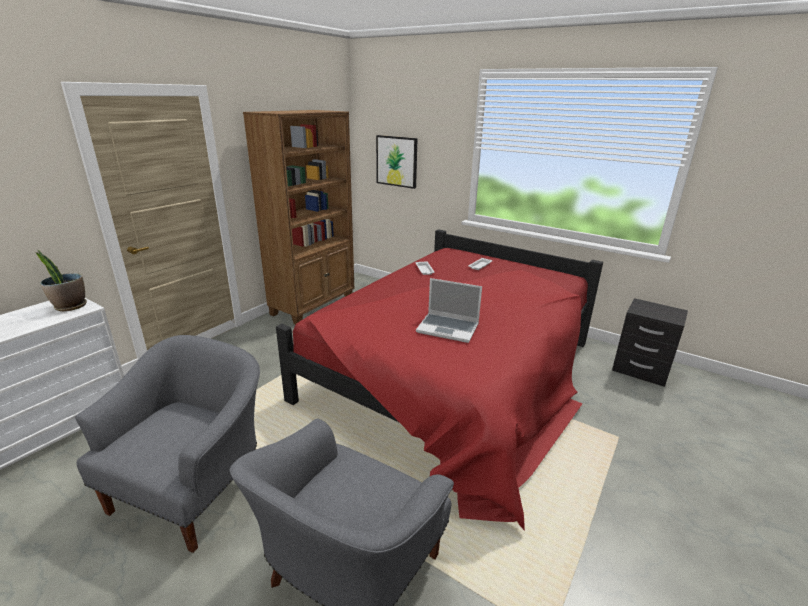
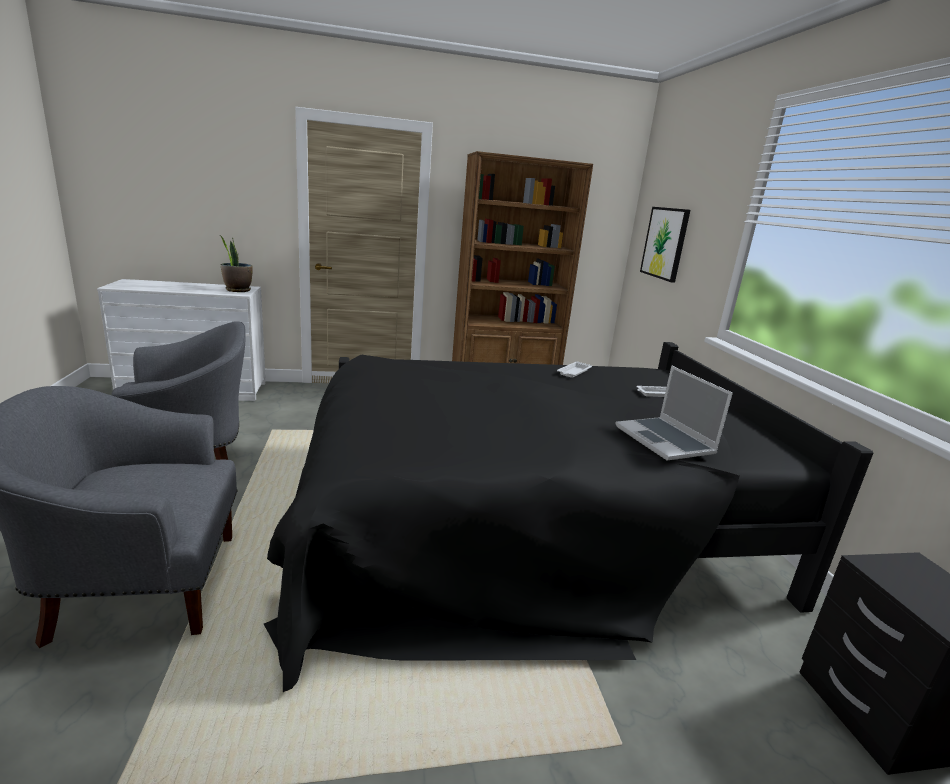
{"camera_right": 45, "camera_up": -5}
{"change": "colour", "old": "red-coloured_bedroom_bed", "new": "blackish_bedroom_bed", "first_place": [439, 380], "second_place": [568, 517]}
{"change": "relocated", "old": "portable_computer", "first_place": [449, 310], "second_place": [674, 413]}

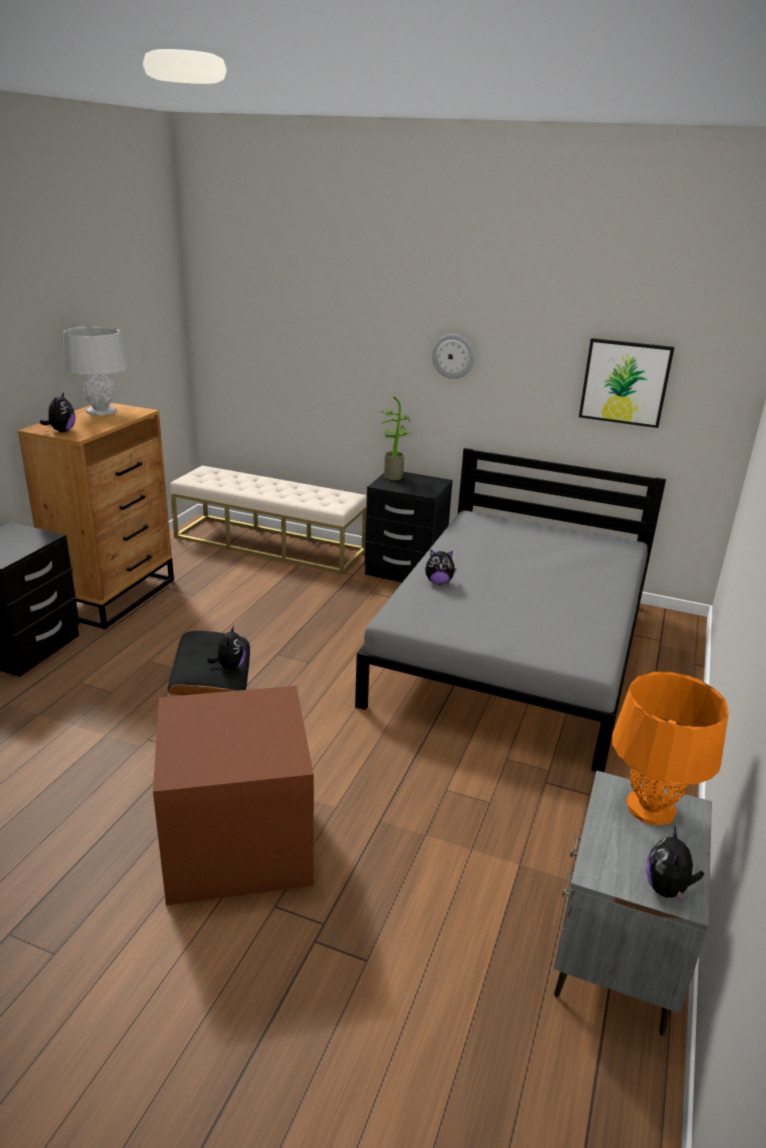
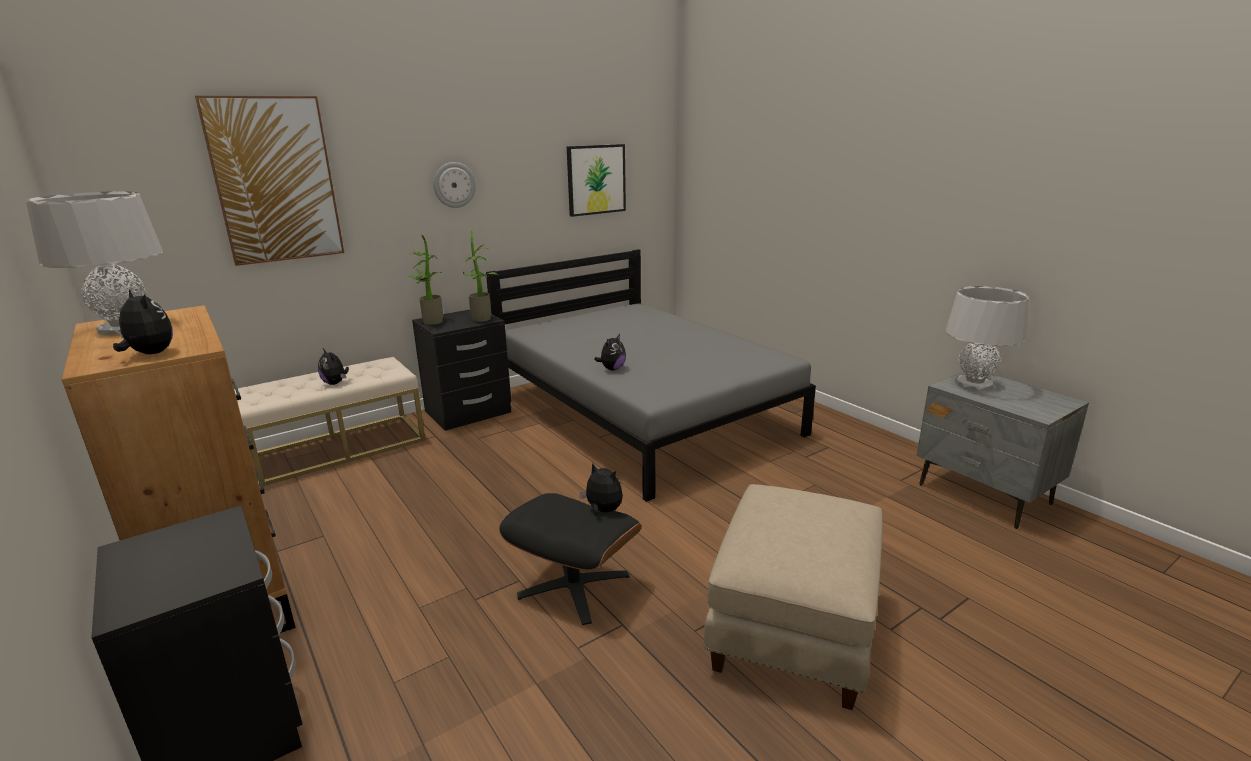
{"camera_right": -55, "camera_up": -5}
{"change": "colour", "old": "orange-coloured_tabletop_lamp", "new": "grey_tabletop_lamp", "first_place": [670, 748], "second_place": [987, 338]}
{"change": "exchanged", "old": "brown-coloured_storage_bin", "new": "sand-coloured_footrest", "first_place": [233, 795], "second_place": [793, 597]}
{"change": "relocated", "old": "cuddly_toy", "first_place": [675, 865], "second_place": [333, 367]}
{"change": "appeared", "new": "picture", "second_place": [269, 181]}
{"change": "appeared", "new": "potted_plant", "second_place": [481, 276]}

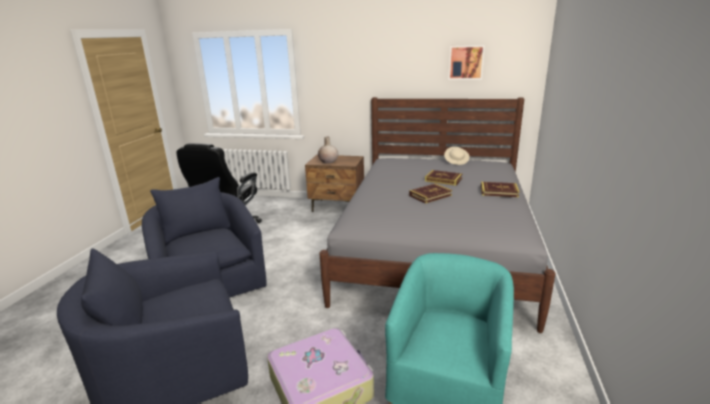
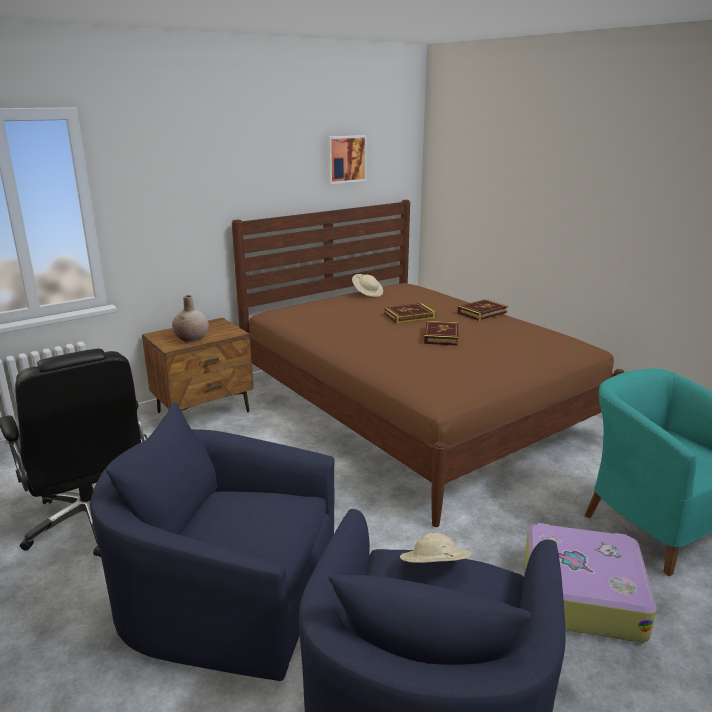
{"camera_right": -50, "camera_up": 0}
{"change": "colour", "old": "grey_bedroom_bed", "new": "brown-coloured_bedroom_bed", "first_place": [437, 215], "second_place": [428, 363]}
{"change": "appeared", "new": "sand-coloured_hat", "second_place": [435, 548]}

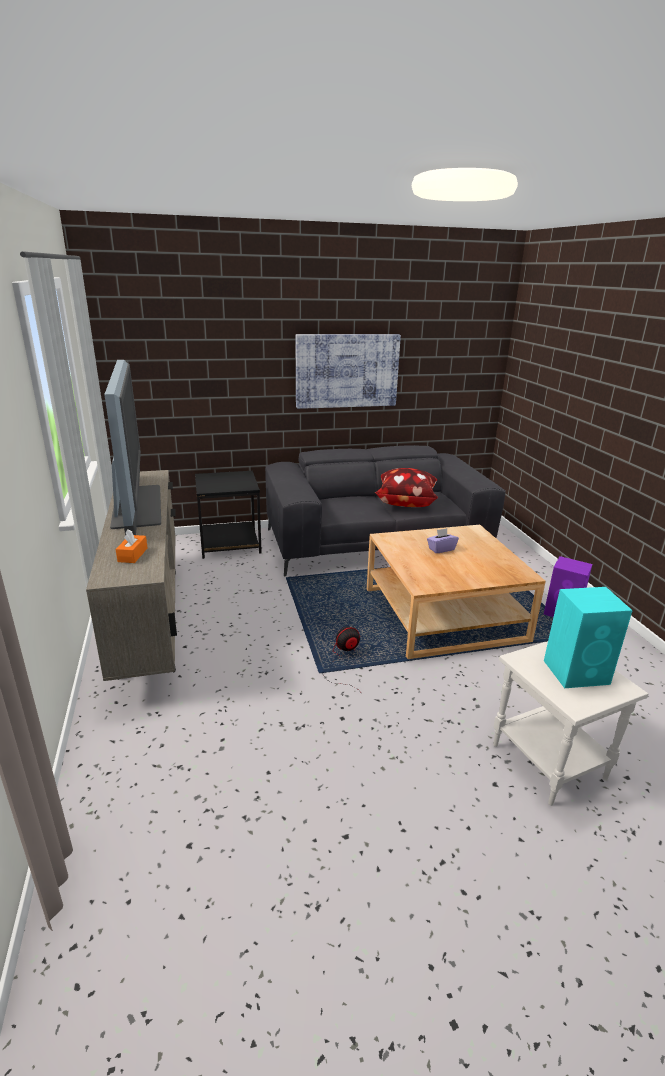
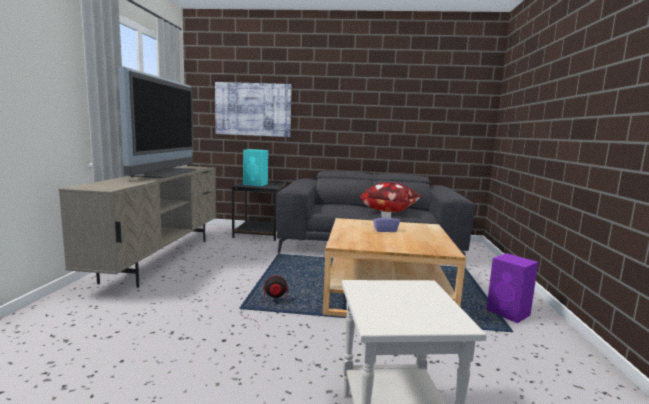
{"camera_right": 20, "camera_up": -15}
{"change": "relocated", "old": "picture", "first_place": [348, 371], "second_place": [253, 109]}
{"change": "missing", "old": "orange-coloured_box_of_tissues", "first_place": [132, 546]}
{"change": "relocated", "old": "turquoise-coloured_audio_speaker", "first_place": [588, 637], "second_place": [255, 167]}

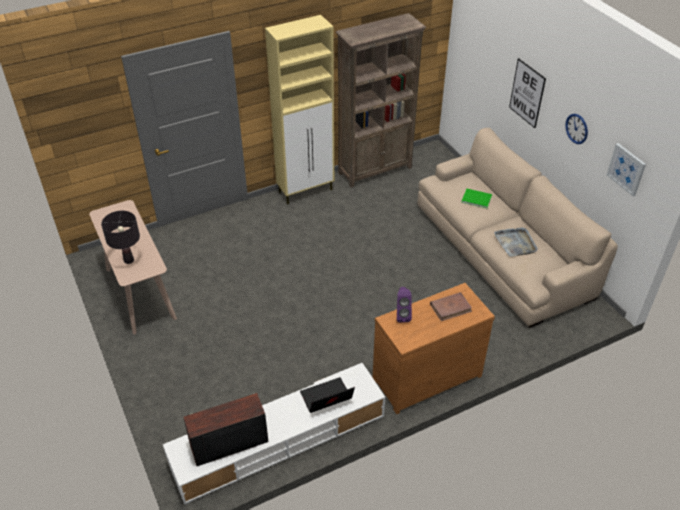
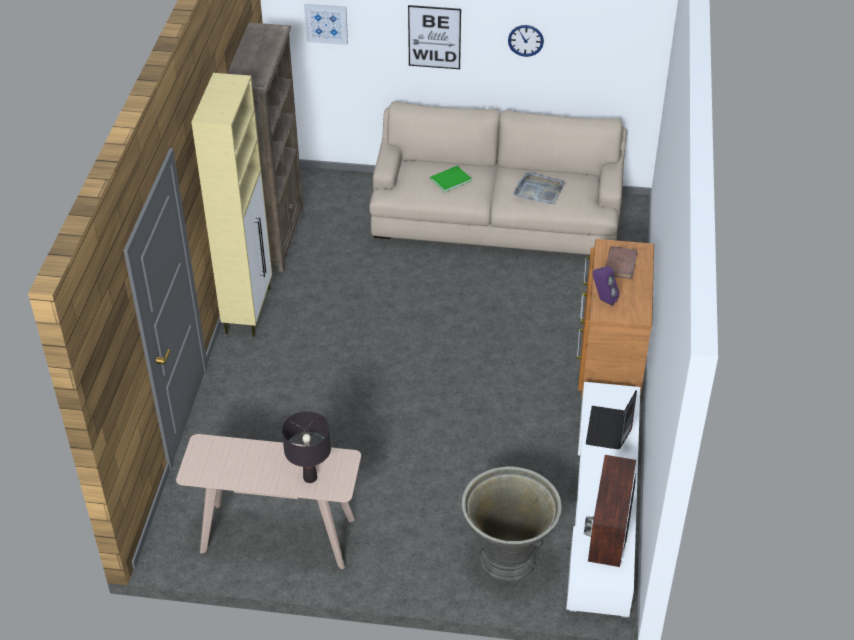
{"camera_right": -55, "camera_up": 0}
{"change": "relocated", "old": "picture", "first_place": [626, 169], "second_place": [326, 24]}
{"change": "appeared", "new": "grey_plant_pot", "second_place": [512, 523]}

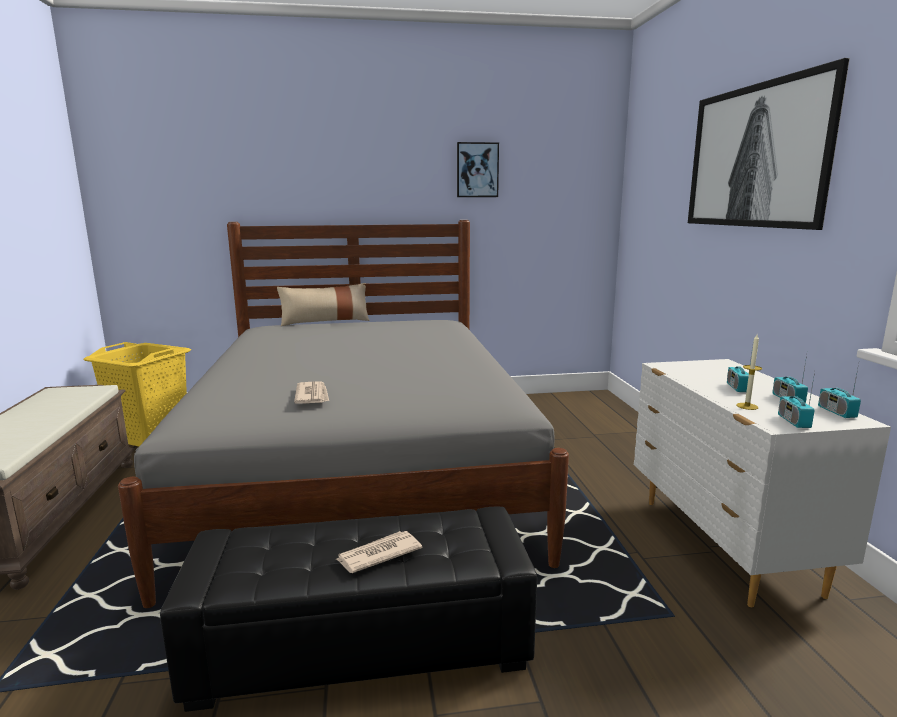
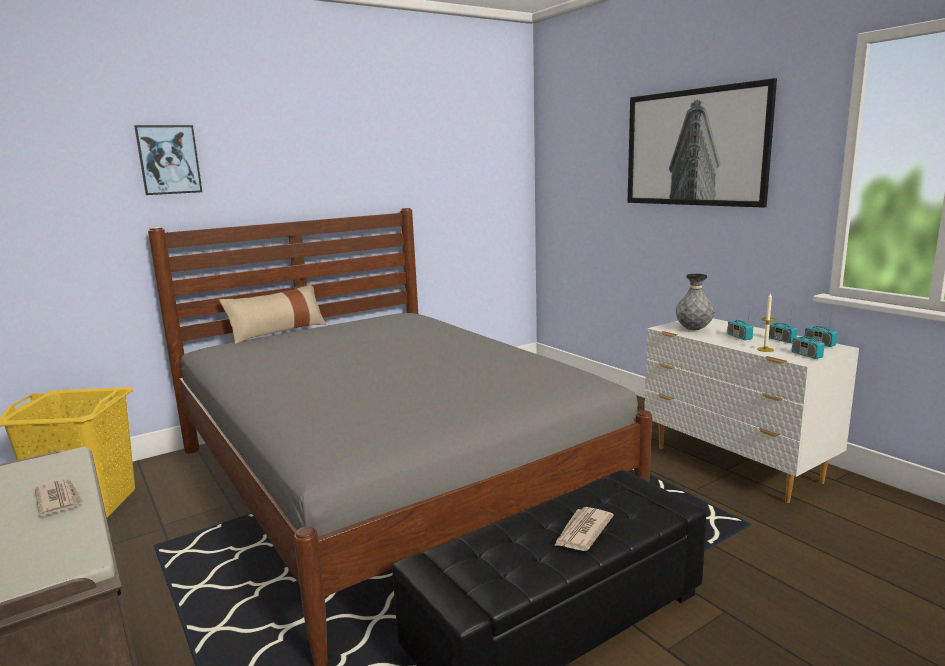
{"camera_right": -25, "camera_up": 0}
{"change": "relocated", "old": "picture", "first_place": [478, 169], "second_place": [168, 160]}
{"change": "relocated", "old": "newspaper", "first_place": [311, 393], "second_place": [59, 497]}
{"change": "appeared", "new": "grey_decorative_vase", "second_place": [695, 302]}

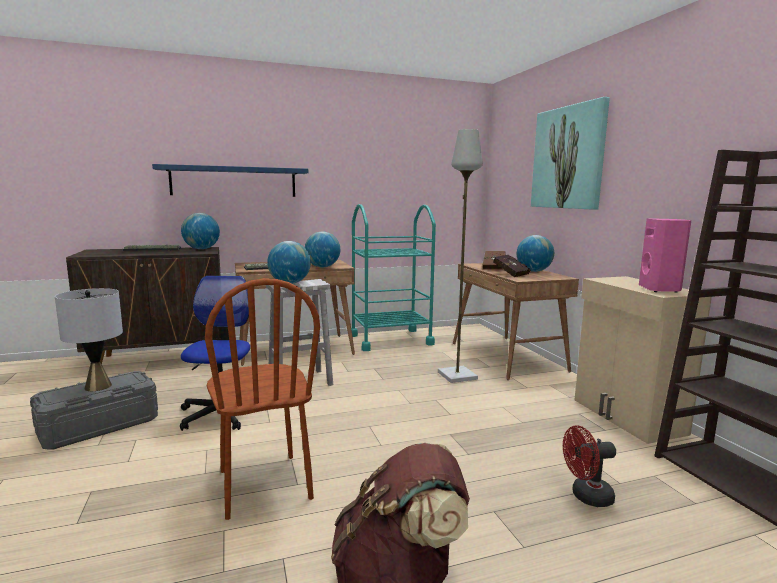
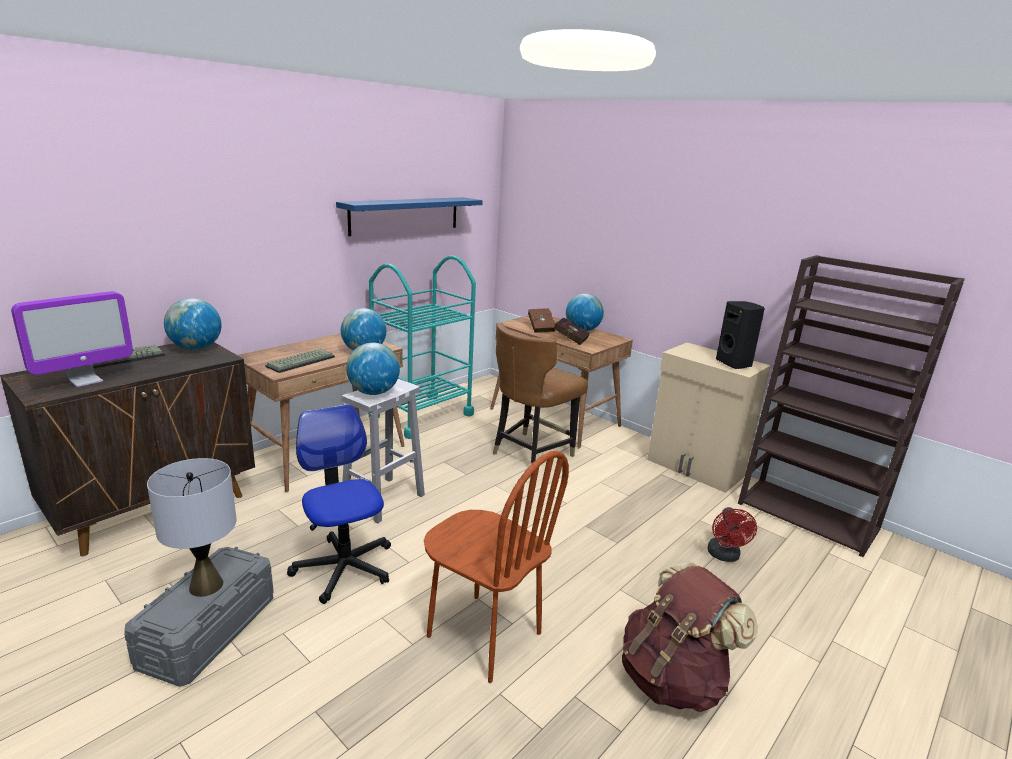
{"camera_right": -30, "camera_up": 10}
{"change": "missing", "old": "picture", "first_place": [570, 153]}
{"change": "exchanged", "old": "grey_standard_lamp", "new": "brown-coloured_upright_chair", "first_place": [460, 256], "second_place": [540, 393]}
{"change": "relocated", "old": "bluish_wall_shelf", "first_place": [230, 180], "second_place": [409, 216]}
{"change": "colour", "old": "pinkish_audio_speaker", "new": "blackish_audio_speaker", "first_place": [665, 255], "second_place": [740, 335]}
{"change": "spun", "old": "red-coloured_cooling_fan", "first_place": [589, 466], "second_place": [732, 534], "degrees": -45}
{"change": "appeared", "new": "monitor", "second_place": [72, 339]}

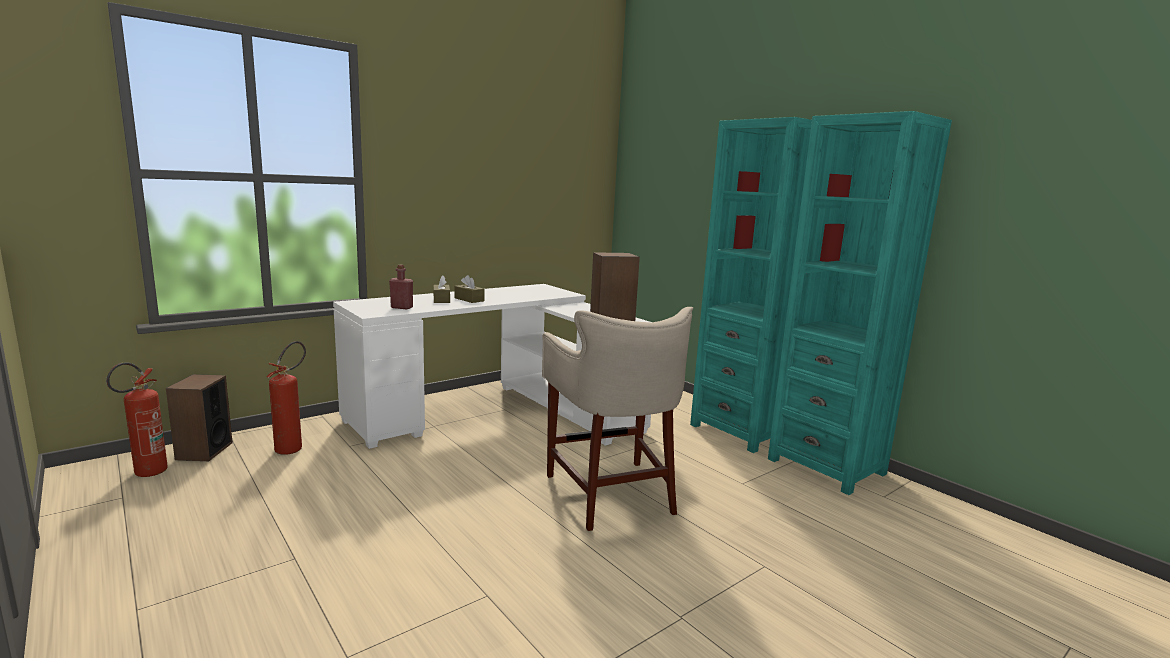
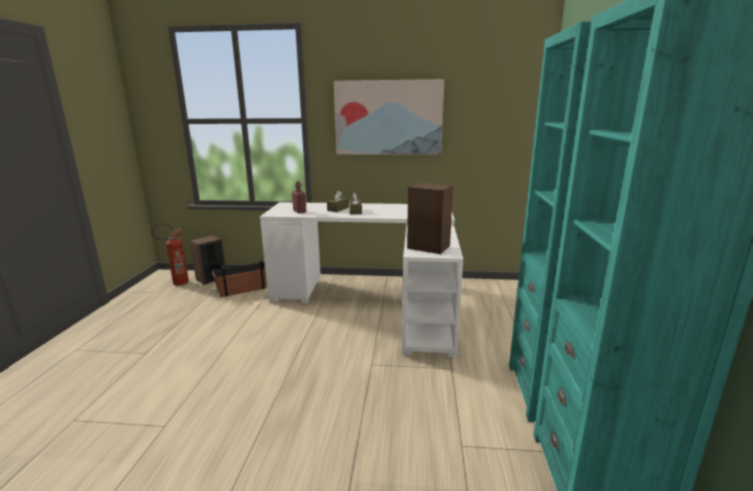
{"camera_right": 45, "camera_up": 5}
{"change": "missing", "old": "sand-coloured_stool_seat", "first_place": [617, 419]}
{"change": "exchanged", "old": "extinguisher", "new": "plant_pot", "first_place": [286, 398], "second_place": [239, 278]}
{"change": "appeared", "new": "picture", "second_place": [389, 117]}

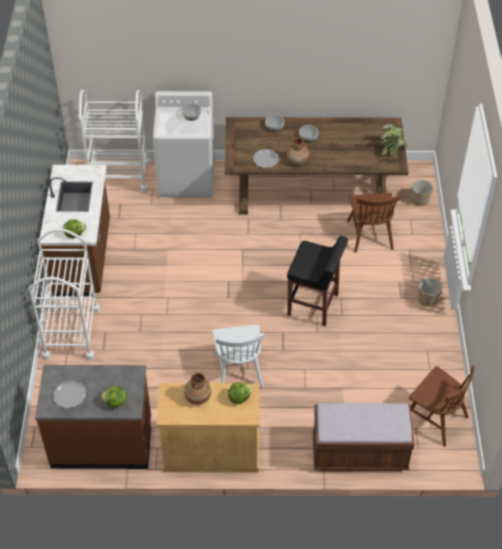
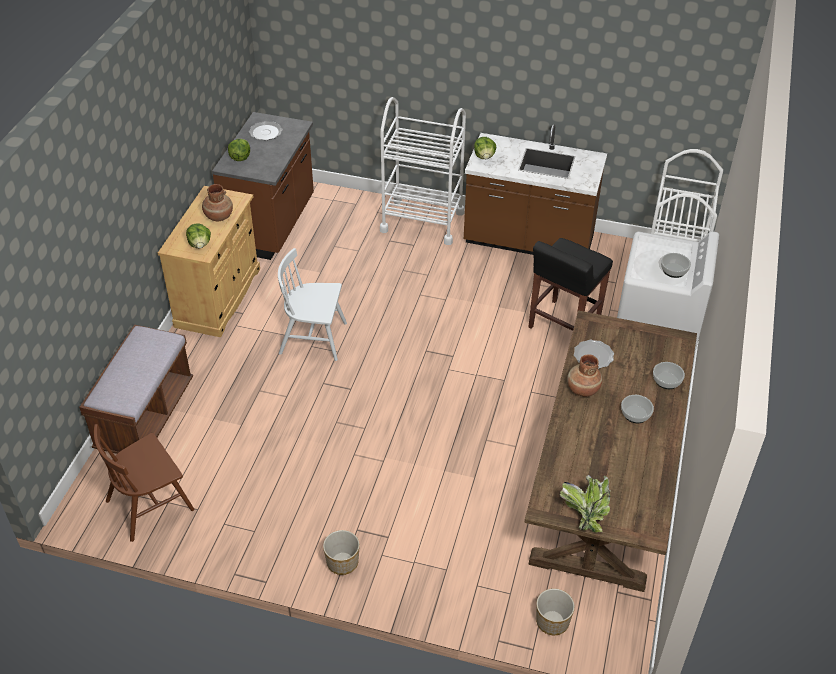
{"camera_right": 105, "camera_up": -5}
{"change": "missing", "old": "brown-coloured_upright_chair", "first_place": [374, 223]}
{"change": "relocated", "old": "blackish_stool_seat", "first_place": [317, 280], "second_place": [570, 284]}

